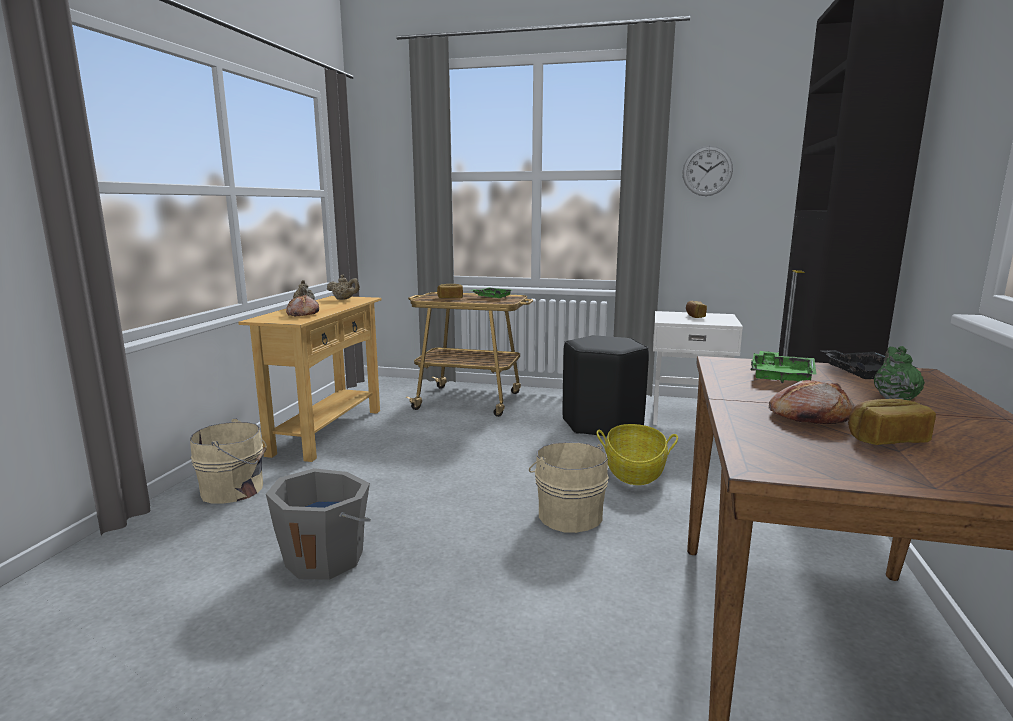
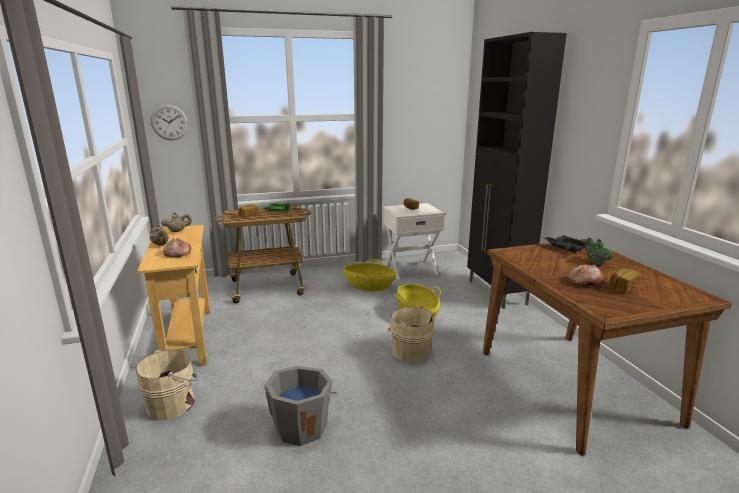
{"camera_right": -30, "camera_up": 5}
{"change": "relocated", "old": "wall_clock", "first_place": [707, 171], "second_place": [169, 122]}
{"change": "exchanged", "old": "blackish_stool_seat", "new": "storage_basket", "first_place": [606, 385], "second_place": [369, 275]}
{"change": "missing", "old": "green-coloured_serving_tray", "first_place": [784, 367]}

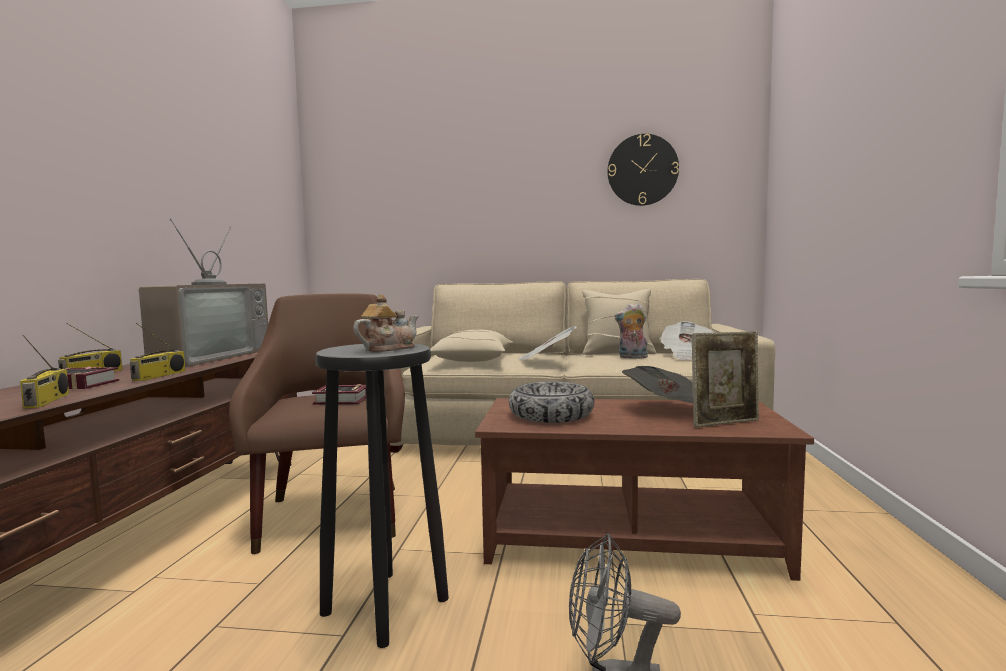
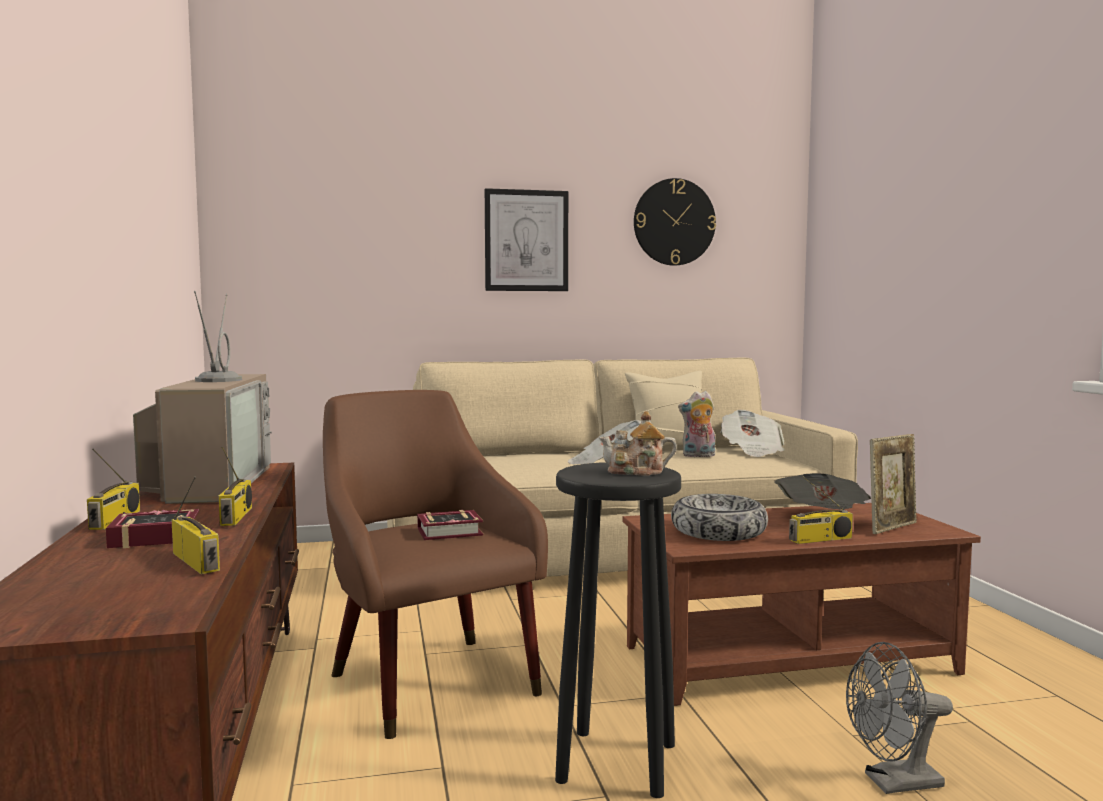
{"camera_right": -20, "camera_up": 0}
{"change": "spun", "old": "pot_for_tea", "first_place": [385, 323], "second_place": [638, 443], "degrees": -120}
{"change": "missing", "old": "sand-coloured_pillow", "first_place": [472, 346]}
{"change": "appeared", "new": "picture", "second_place": [526, 239]}
{"change": "appeared", "new": "radio_set", "second_place": [821, 510]}

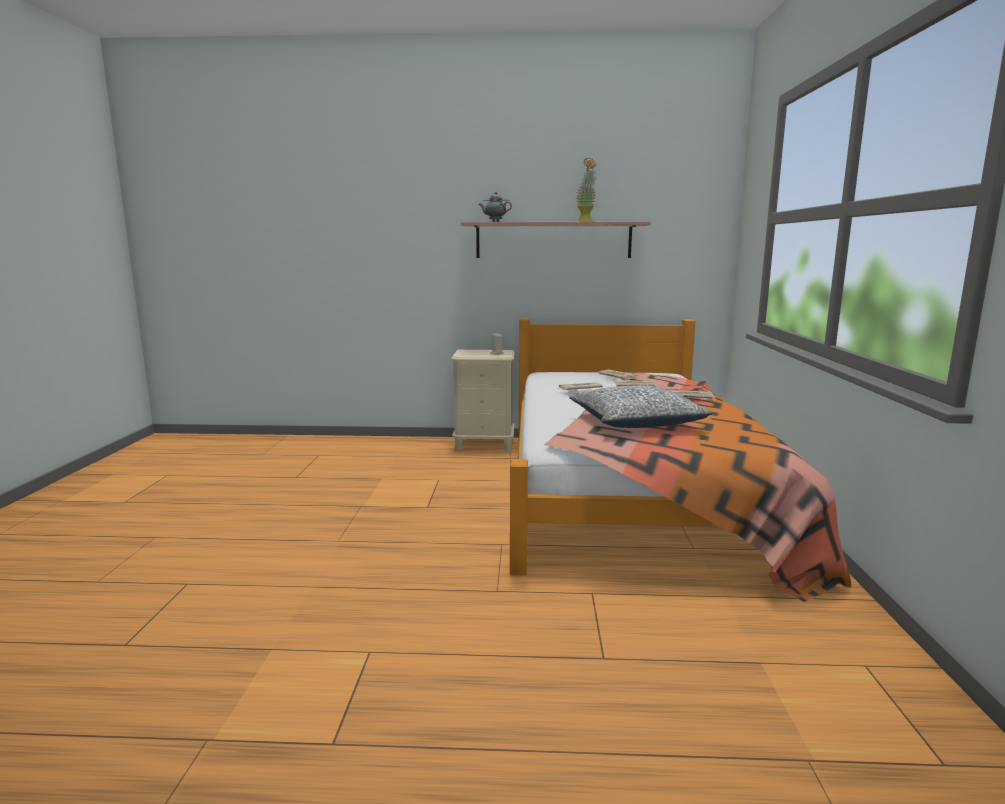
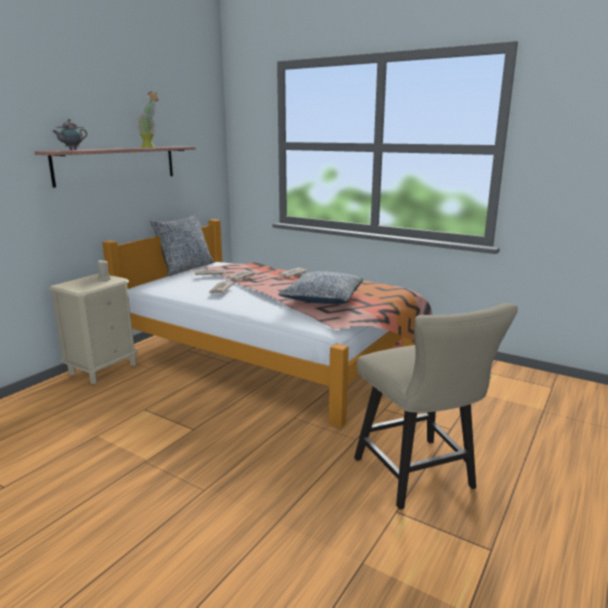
{"camera_right": -60, "camera_up": 5}
{"change": "appeared", "new": "pillow", "second_place": [182, 244]}
{"change": "appeared", "new": "sand-coloured_upright_chair", "second_place": [436, 406]}

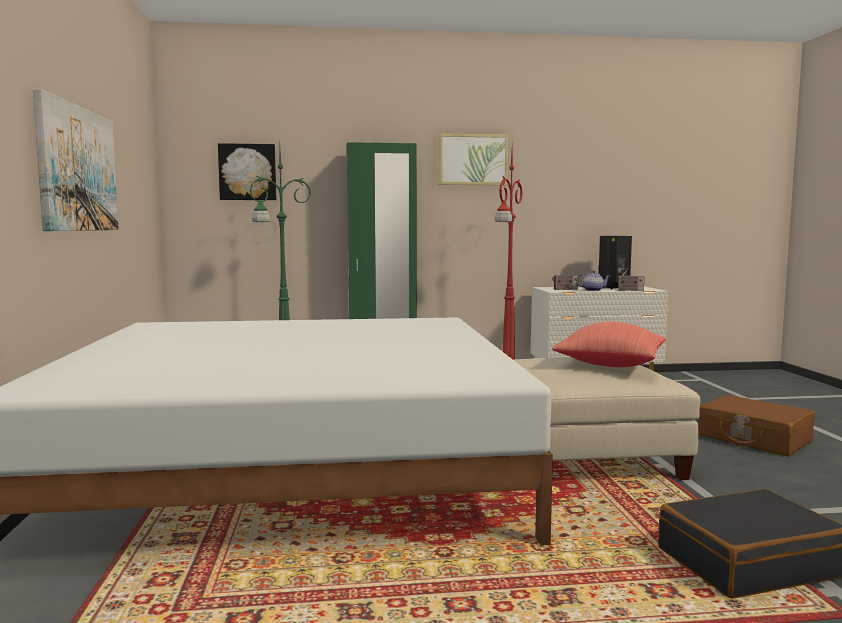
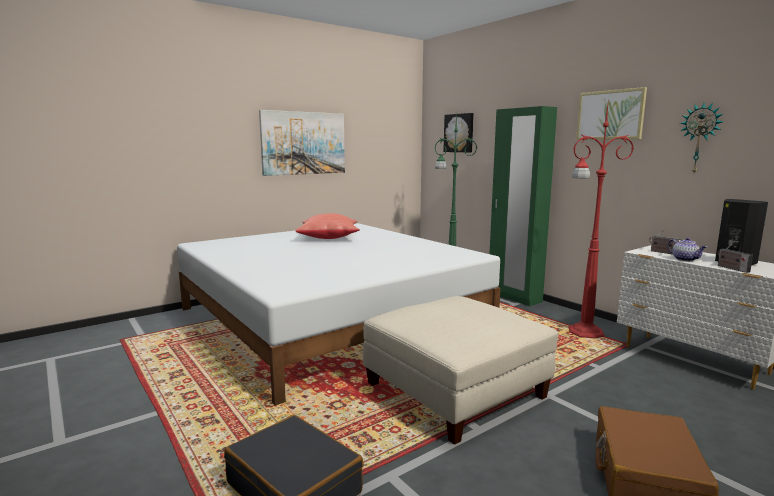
{"camera_right": 60, "camera_up": 5}
{"change": "relocated", "old": "red-coloured_pillow", "first_place": [609, 344], "second_place": [328, 226]}
{"change": "appeared", "new": "wall_clock", "second_place": [701, 137]}

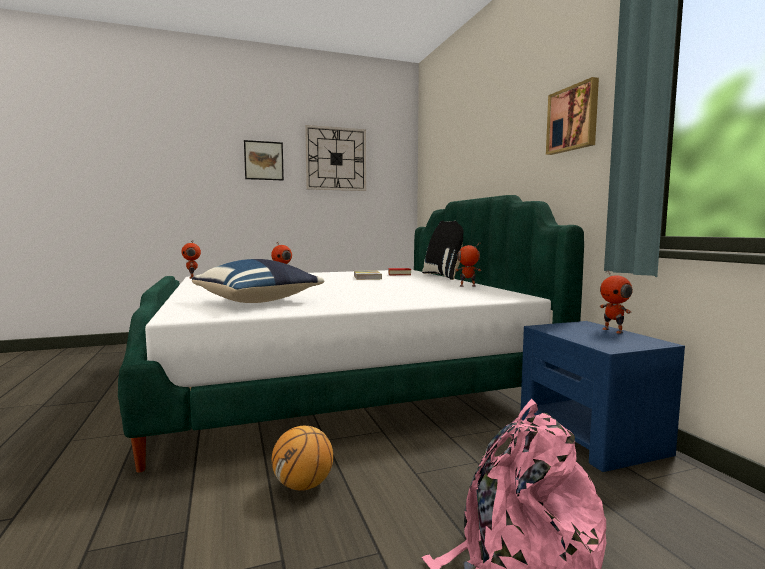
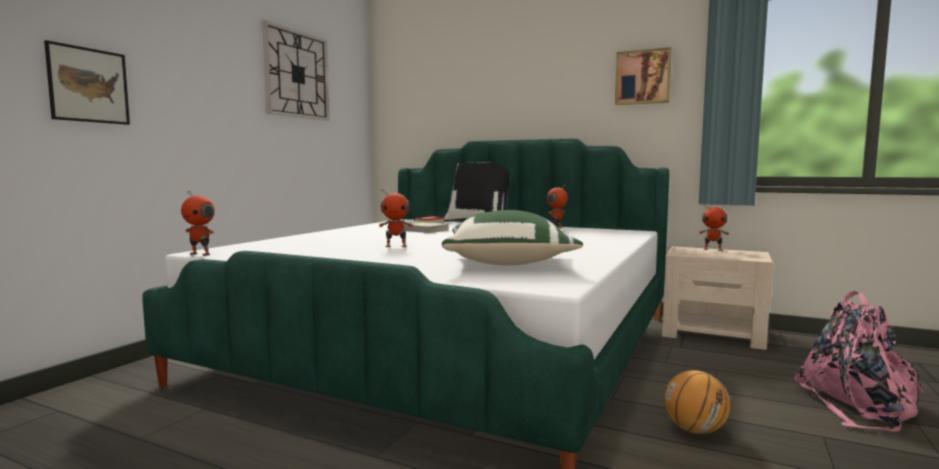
{"camera_right": -45, "camera_up": 0}
{"change": "relocated", "old": "picture", "first_place": [264, 160], "second_place": [87, 82]}
{"change": "colour", "old": "bluish_pillow", "new": "green-coloured_pillow", "first_place": [258, 281], "second_place": [512, 238]}
{"change": "colour", "old": "bluish_night_table", "new": "sand-coloured_night_table", "first_place": [603, 396], "second_place": [717, 298]}

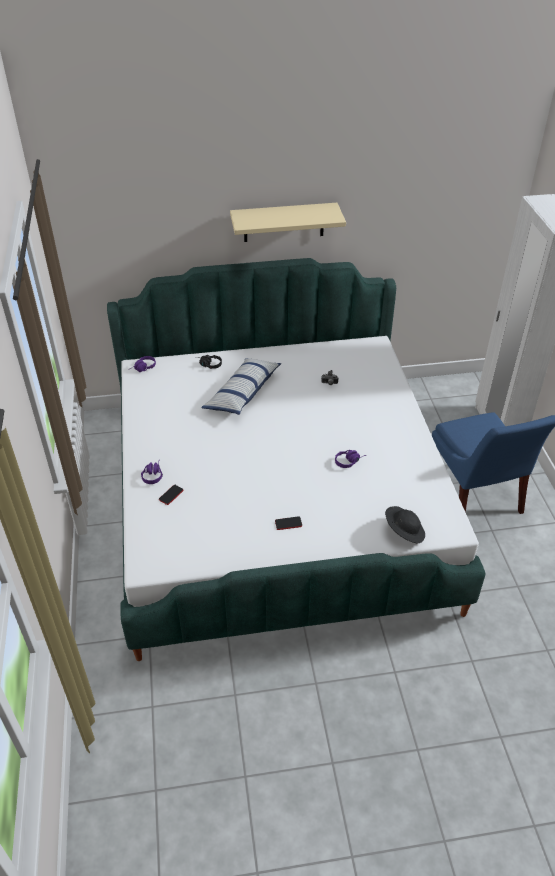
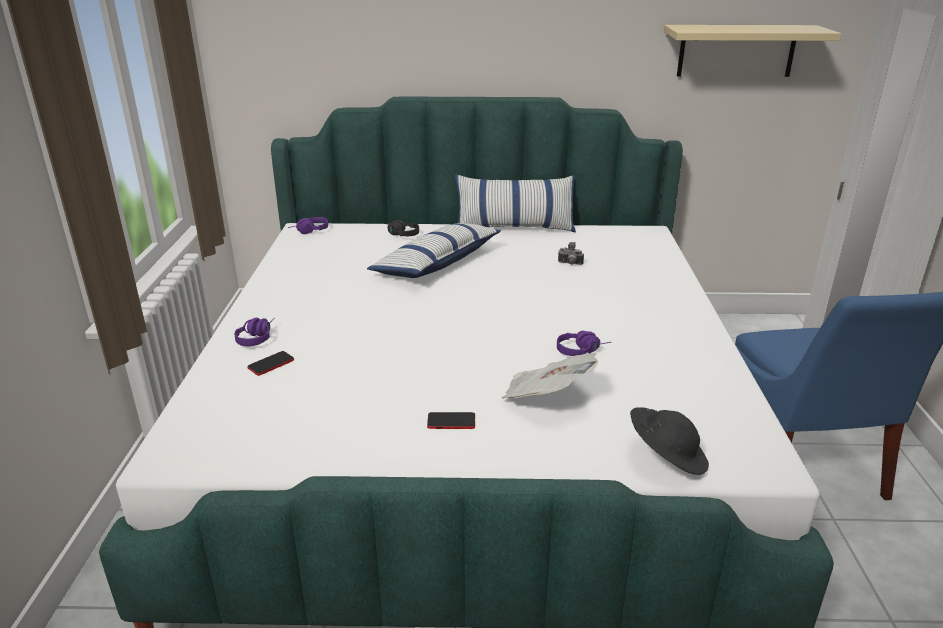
{"camera_right": 10, "camera_up": -15}
{"change": "relocated", "old": "sand-coloured_wall_shelf", "first_place": [288, 222], "second_place": [753, 51]}
{"change": "appeared", "new": "pillow", "second_place": [515, 203]}
{"change": "appeared", "new": "newspaper", "second_place": [549, 376]}

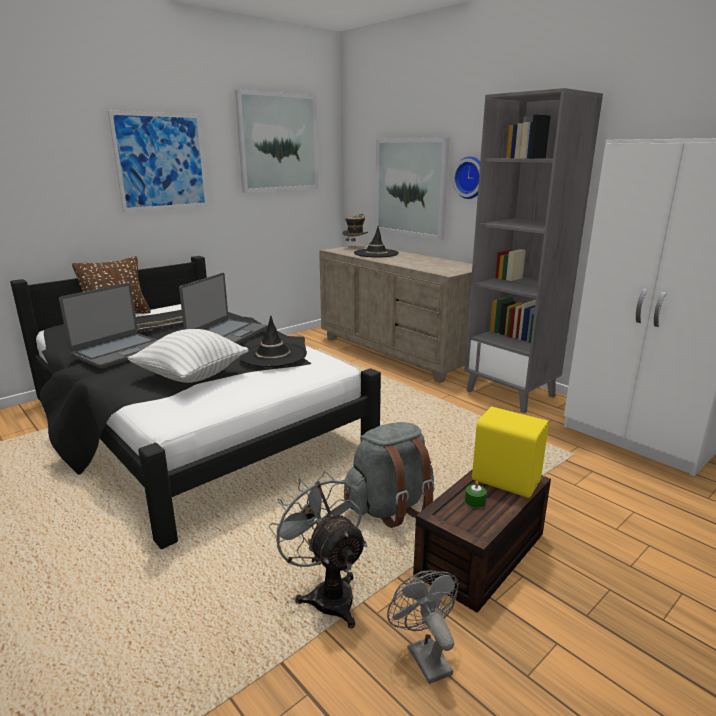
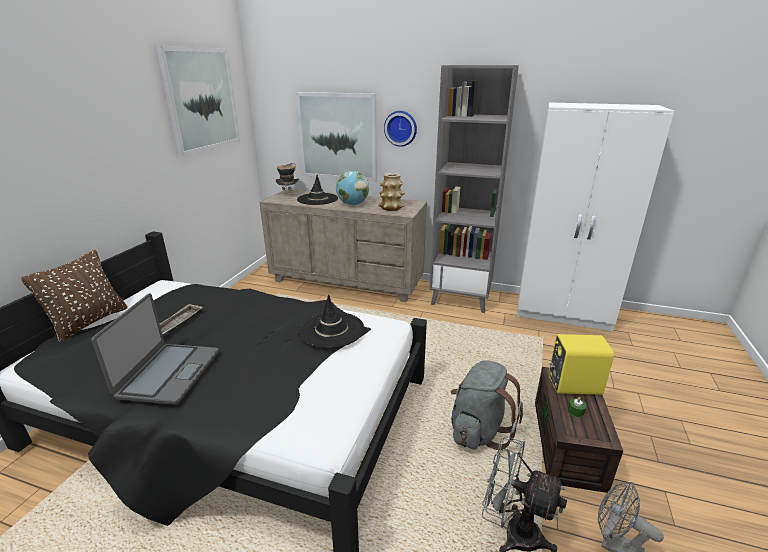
{"camera_right": -30, "camera_up": 5}
{"change": "missing", "old": "picture", "first_place": [158, 161]}
{"change": "missing", "old": "portable_computer", "first_place": [223, 308]}
{"change": "missing", "old": "whitish_pillow", "first_place": [188, 356]}
{"change": "appeared", "new": "desk_globe", "second_place": [352, 188]}
{"change": "appeared", "new": "decorative_vase", "second_place": [391, 192]}

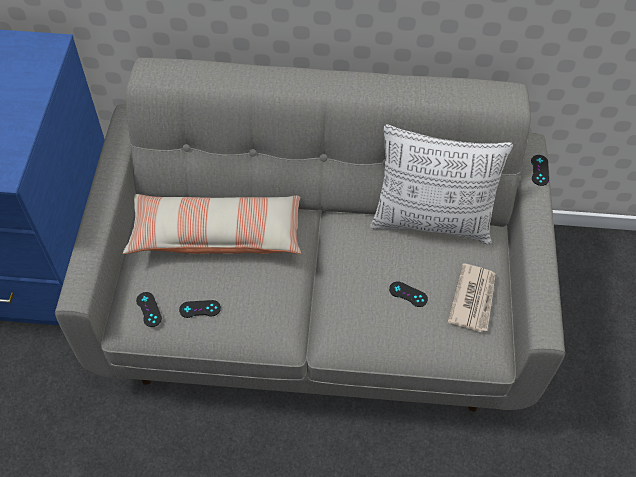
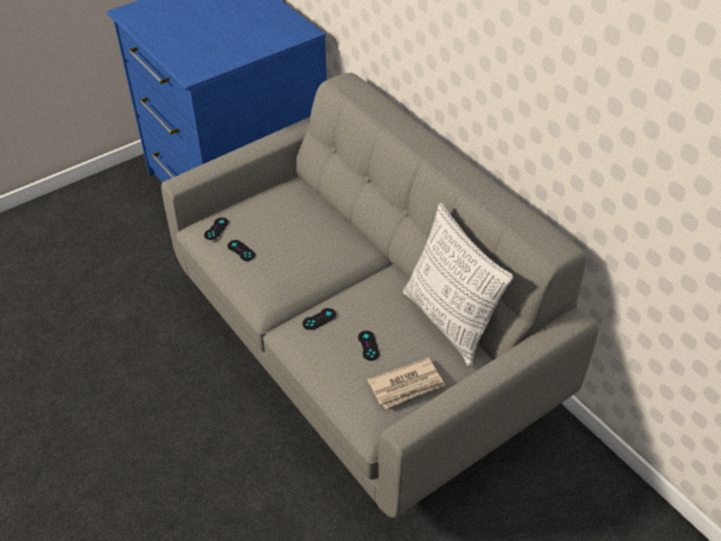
{"camera_right": 50, "camera_up": -10}
{"change": "relocated", "old": "blackish_gamepad", "first_place": [540, 170], "second_place": [319, 319]}
{"change": "missing", "old": "pillow", "first_place": [212, 224]}

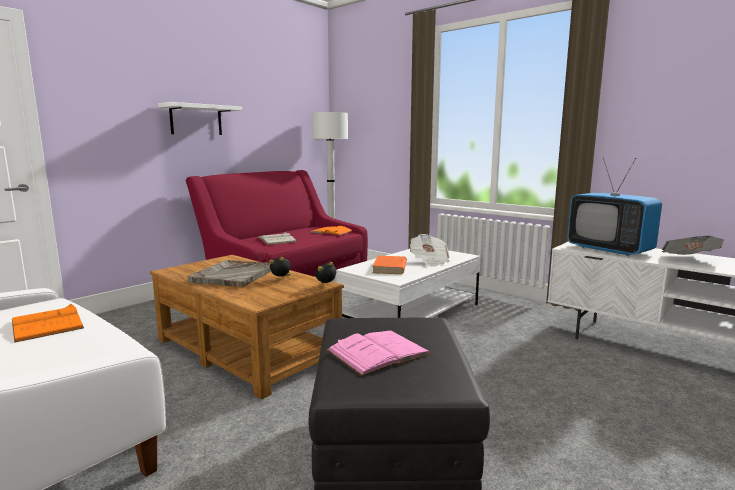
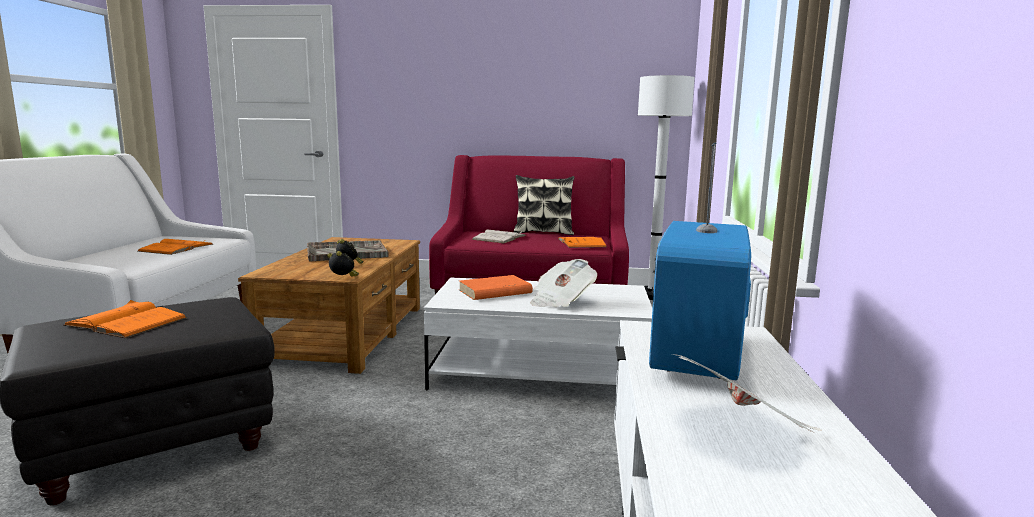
{"camera_right": 55, "camera_up": 0}
{"change": "missing", "old": "whitish_wall_shelf", "first_place": [200, 118]}
{"change": "colour", "old": "pinkish_book", "new": "orange-coloured_book", "first_place": [379, 353], "second_place": [125, 319]}
{"change": "appeared", "new": "pillow", "second_place": [544, 205]}

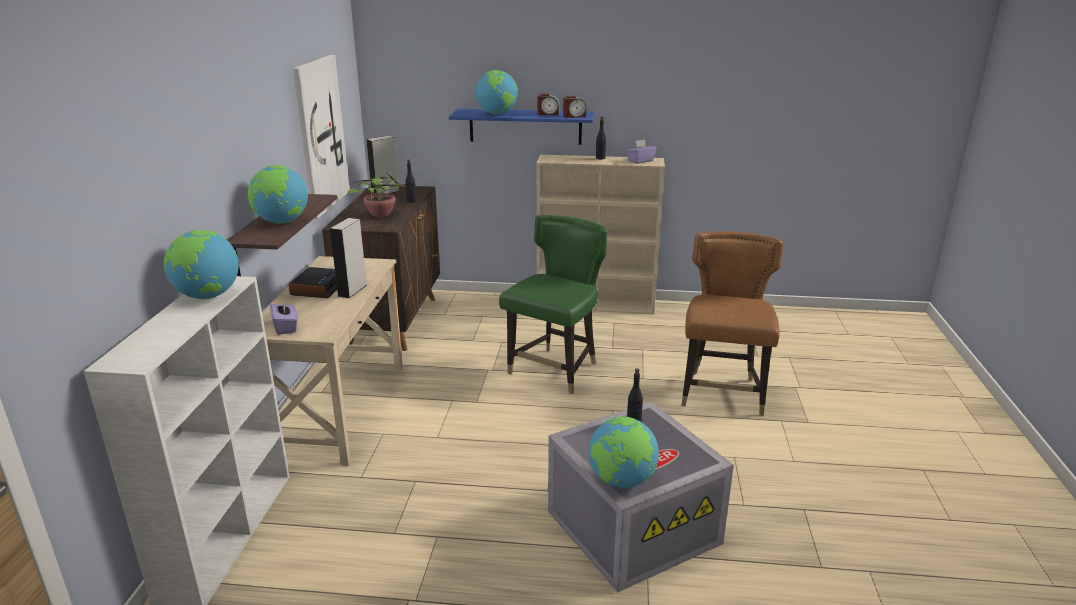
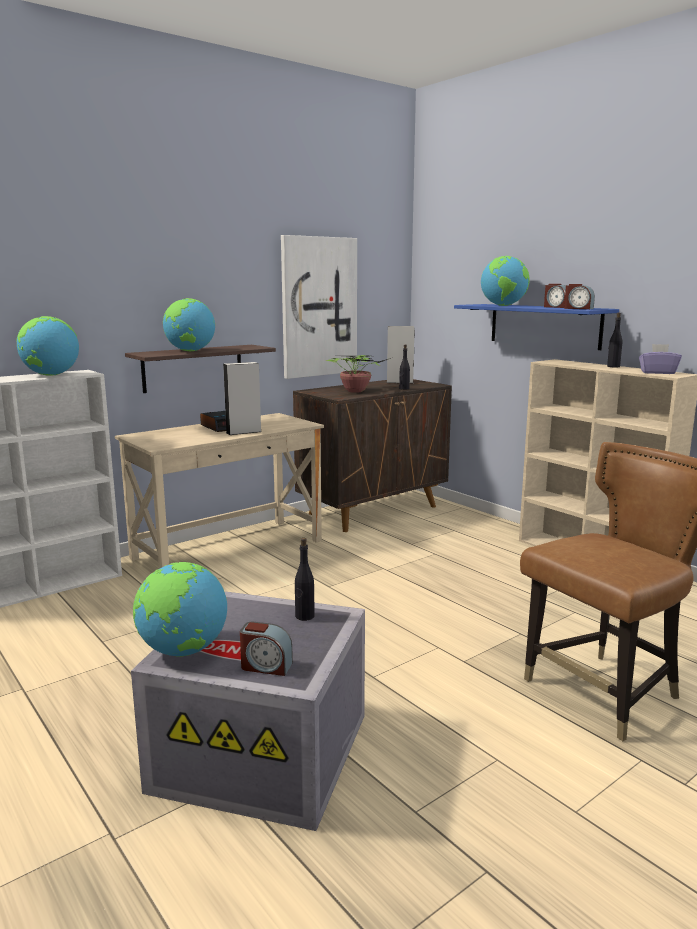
{"camera_right": 45, "camera_up": -10}
{"change": "missing", "old": "green-coloured_upright_chair", "first_place": [553, 304]}
{"change": "missing", "old": "purplish_box_of_tissues", "first_place": [284, 317]}
{"change": "appeared", "new": "bedside_clock", "second_place": [266, 649]}

